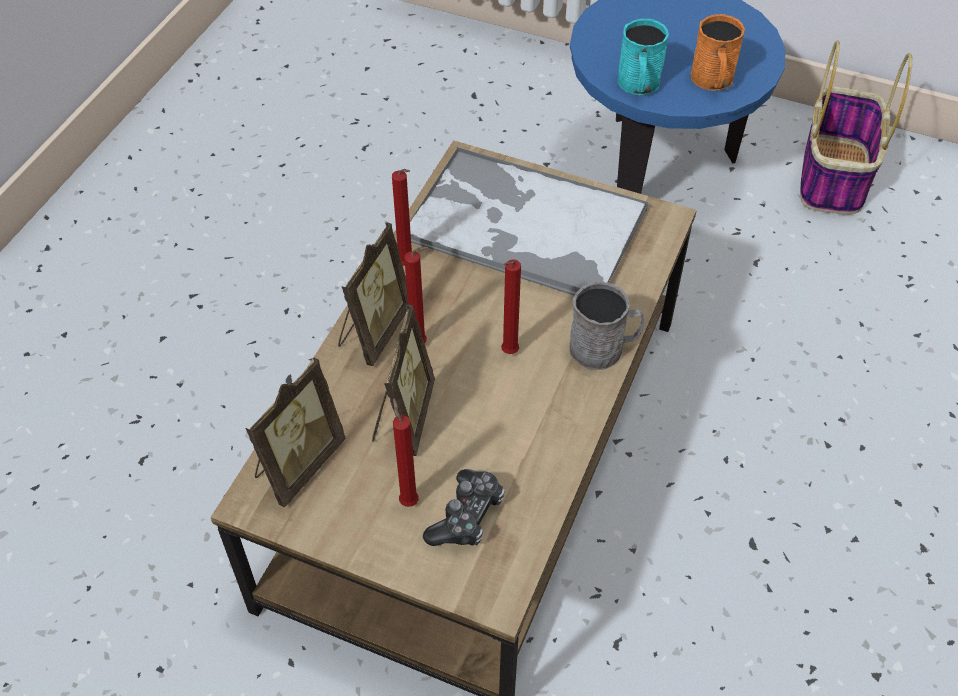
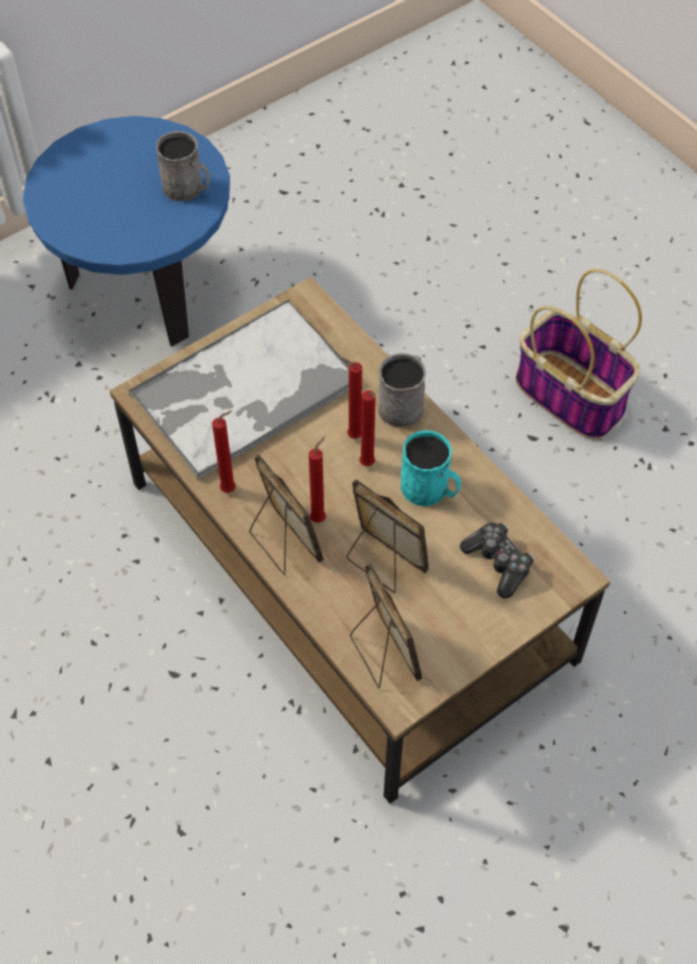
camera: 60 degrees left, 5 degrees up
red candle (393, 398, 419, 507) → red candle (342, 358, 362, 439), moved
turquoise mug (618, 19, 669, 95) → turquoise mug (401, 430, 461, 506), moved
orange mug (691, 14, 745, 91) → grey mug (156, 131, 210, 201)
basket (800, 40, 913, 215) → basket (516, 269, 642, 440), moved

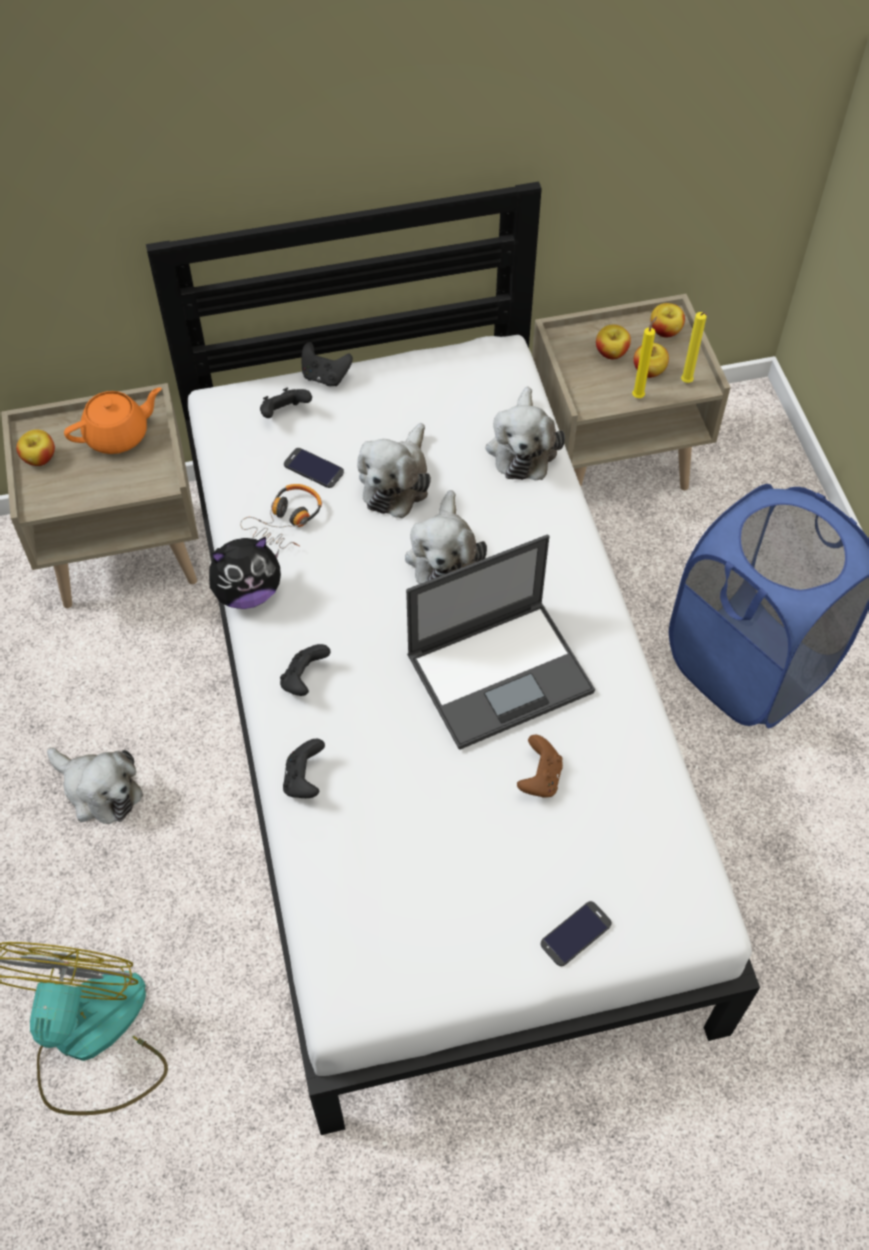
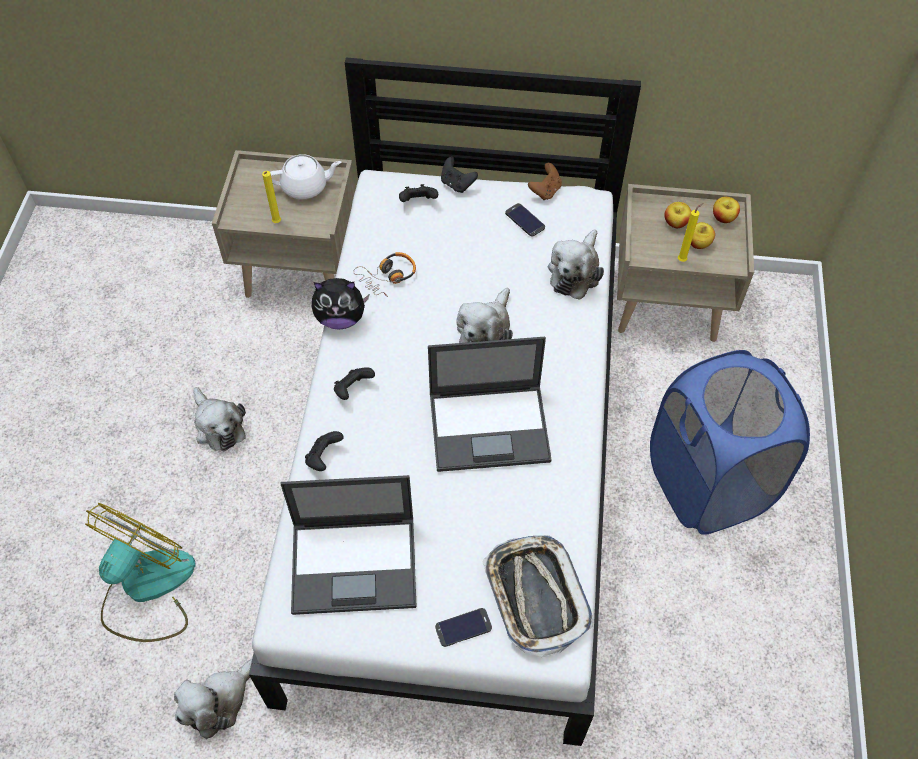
camera: 20 degrees right, 0 degrees up
apple (16, 429, 55, 466) → -
orange teapot (64, 387, 162, 454) → white teapot (270, 154, 341, 199)
phone (284, 448, 344, 488) → phone (505, 203, 545, 237), moved
plush toy (357, 423, 431, 518) → plush toy (174, 659, 252, 739), moved
brown game controller (517, 735, 563, 798) → brown game controller (528, 163, 562, 201), moved
yellow candle (681, 312, 708, 383) → yellow candle (262, 171, 281, 223), moved
- → laptop (280, 475, 417, 615)
- → tray (482, 535, 594, 657)

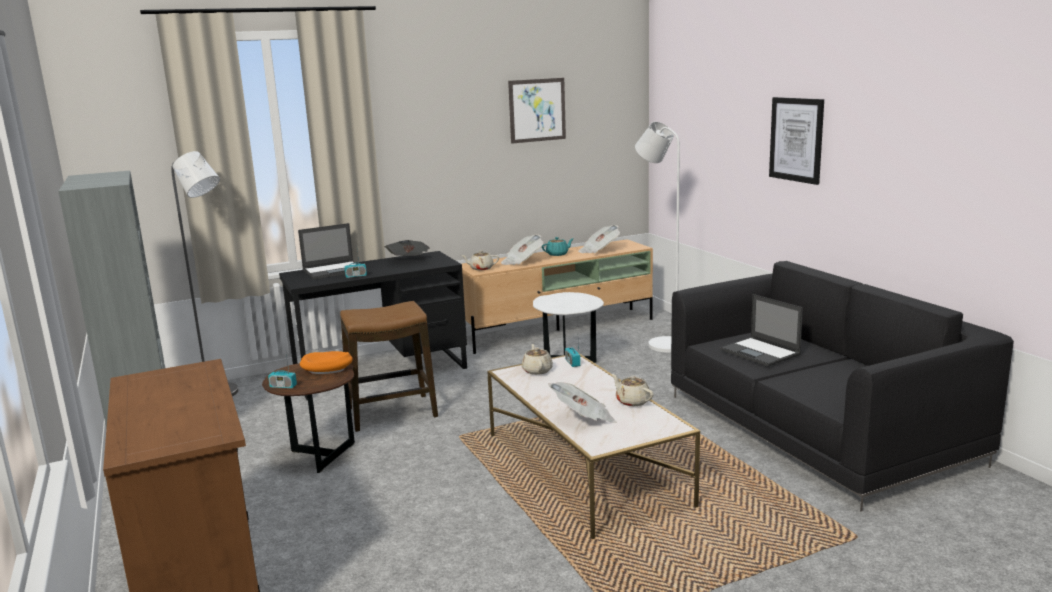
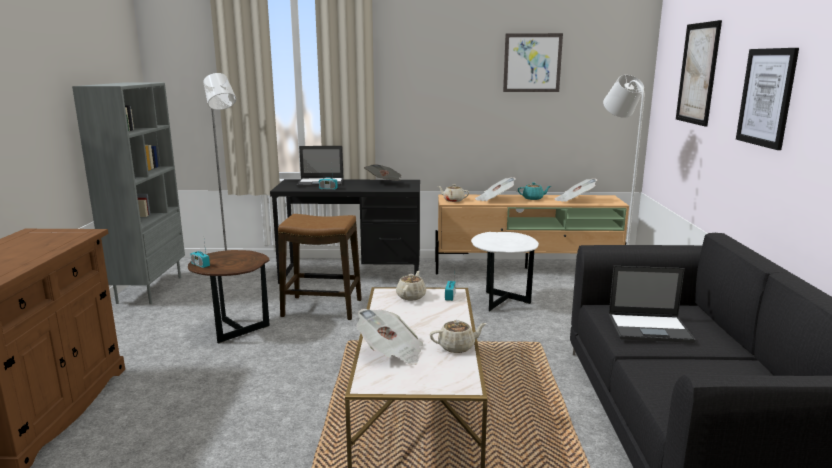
camera: 25 degrees right, 0 degrees up
orange bowl (300, 351, 353, 374) → -
beige teapot (612, 374, 654, 406) → beige teapot (430, 320, 487, 353), 90 degrees clockwise
laptop (720, 294, 803, 366) → laptop (608, 266, 696, 343), 75 degrees counterclockwise
- → picture (676, 20, 722, 127)

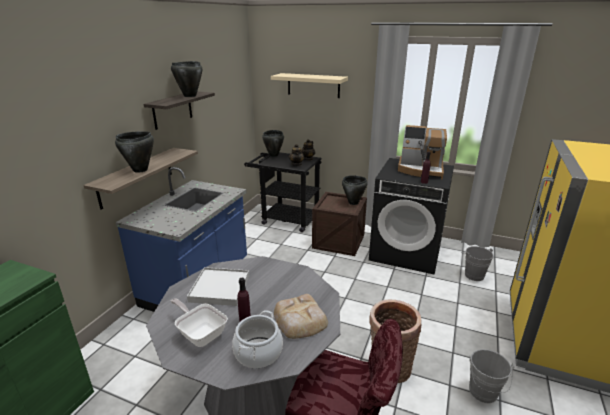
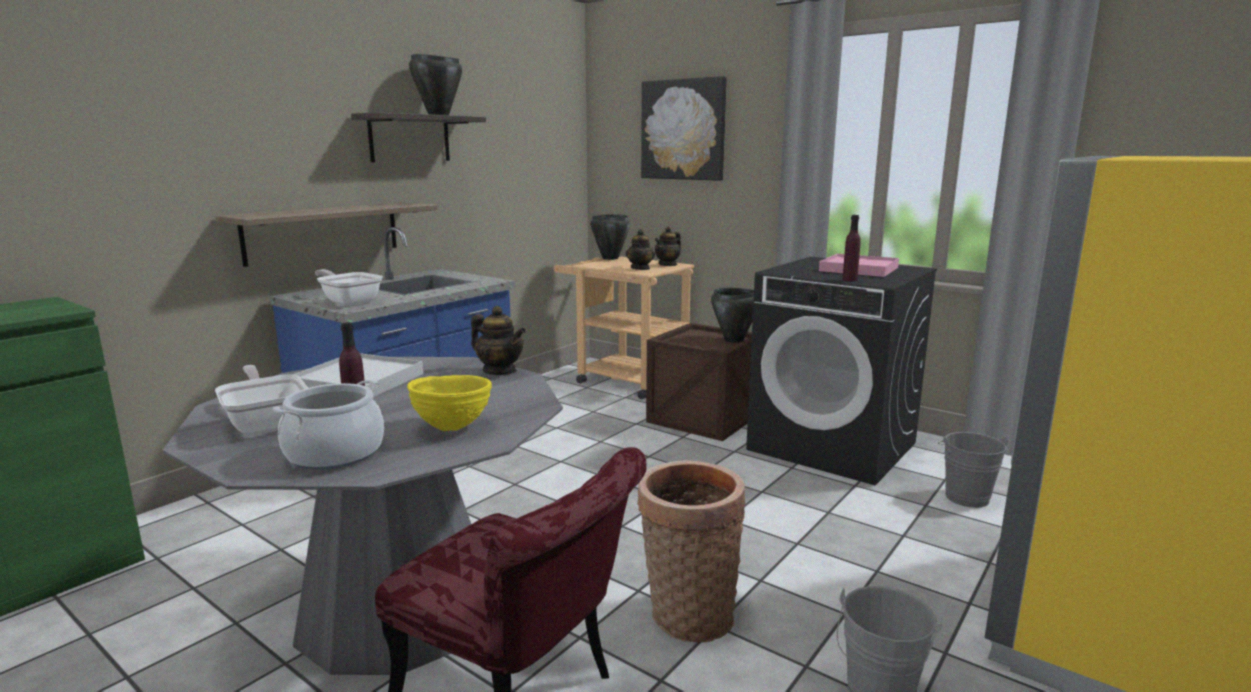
camera: 15 degrees right, 10 degrees down
black cooking pot (115, 132, 154, 173) → -
black cart (244, 152, 321, 232) → beige cart (554, 257, 694, 399)
beige shelf (271, 73, 348, 98) → picture (641, 76, 727, 181)
bread (274, 294, 328, 339) → yellow bowl (407, 375, 492, 431)
coffee machine (398, 125, 447, 180) → pink tray (819, 254, 899, 277)
- → frying pan (315, 269, 383, 306)
- → teapot (471, 306, 526, 375)

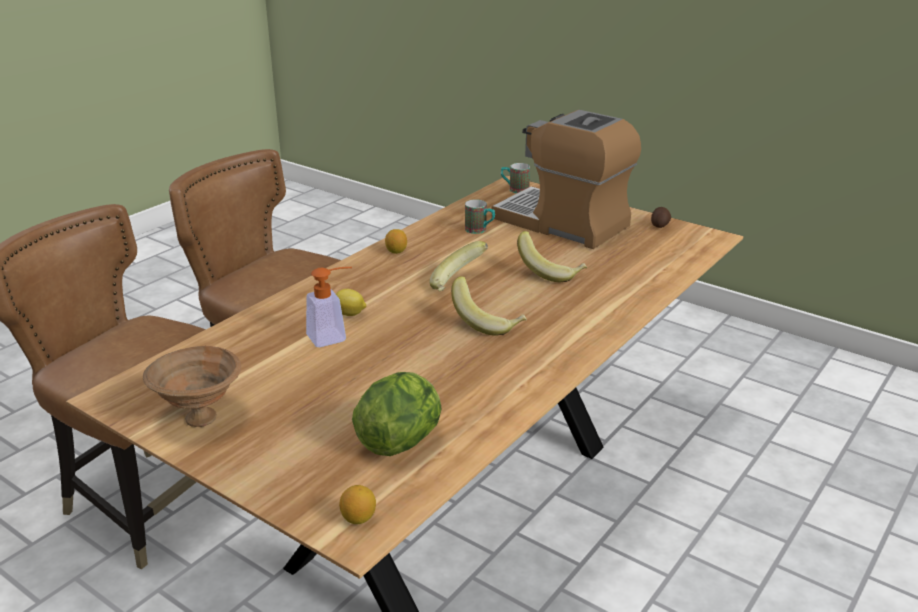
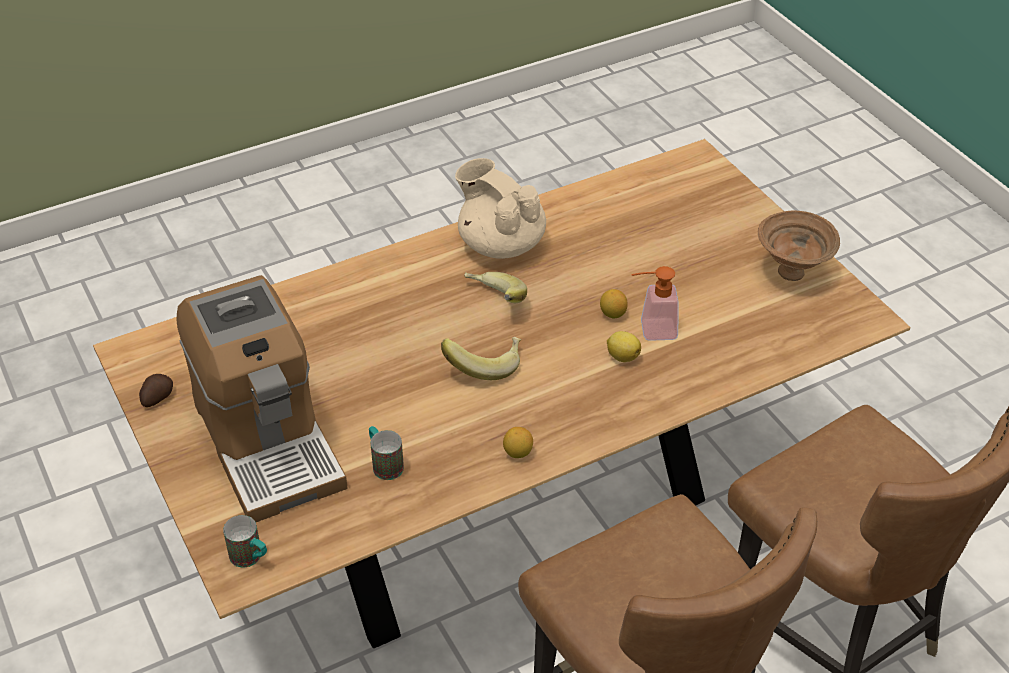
camera: 155 degrees left, 15 degrees up
lemon (339, 485, 376, 524) → lemon (600, 289, 628, 319), moved
lettuce (352, 372, 441, 456) → -
banana (517, 231, 587, 282) → -
- → beige teapot (455, 158, 546, 259)

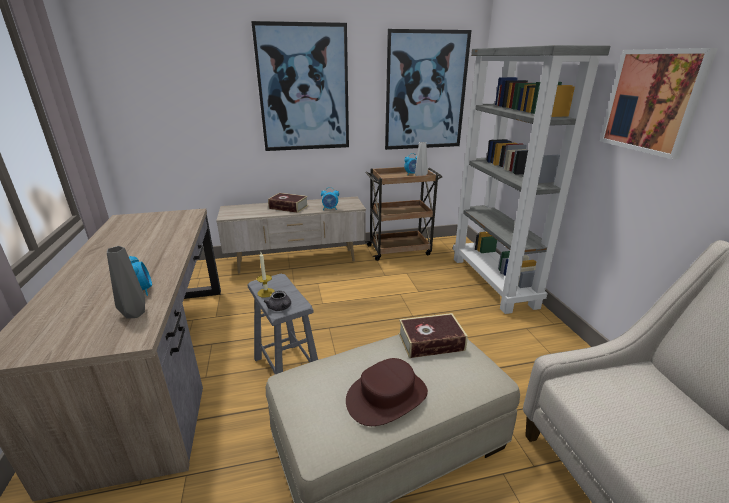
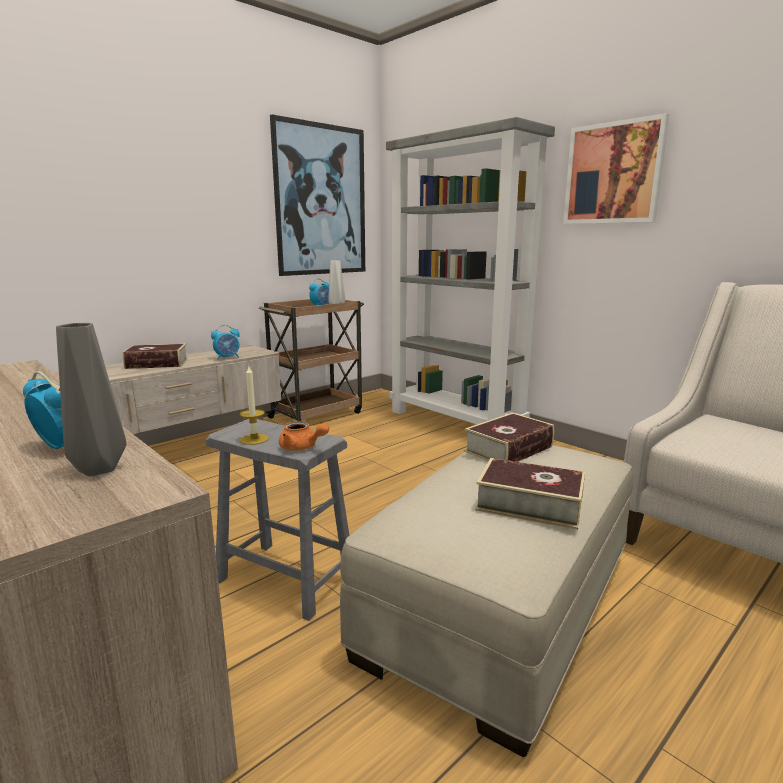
camera: 30 degrees left, 10 degrees down
picture (251, 21, 349, 151) → -
grey teapot (264, 291, 291, 311) → orange teapot (279, 421, 329, 451)
brown hat (346, 358, 428, 426) → book (475, 458, 585, 530)

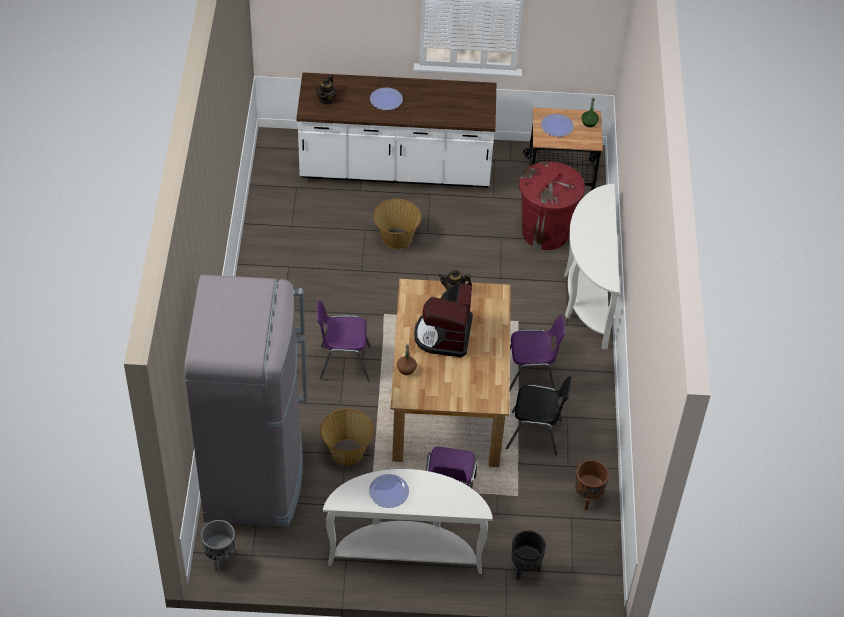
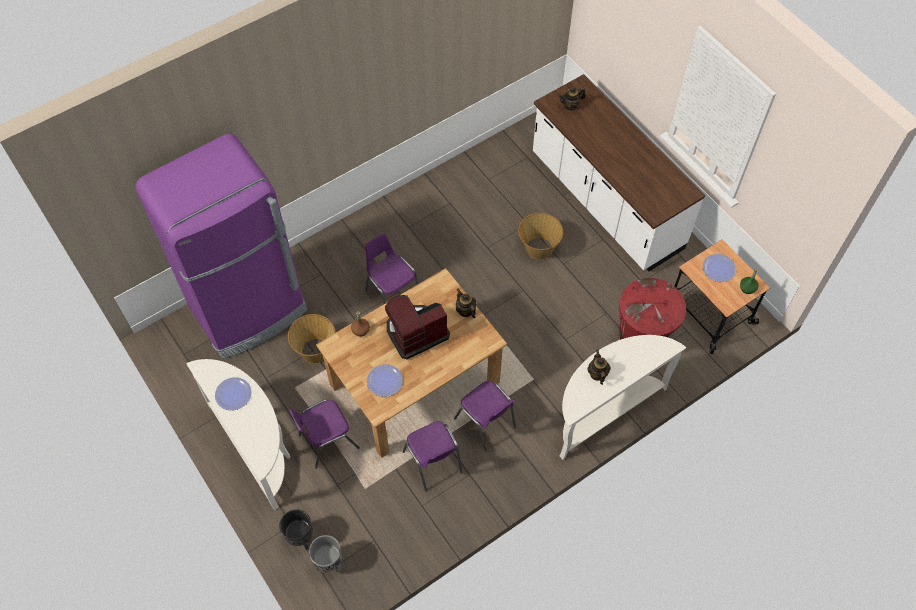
camera: 55 degrees right, 10 degrees up
grey fridge (185, 275, 307, 527) → purple fridge (136, 134, 307, 359)
grey planter (201, 520, 235, 572) → grey planter (309, 535, 342, 572), moved
plate (370, 88, 403, 110) → plate (367, 364, 403, 397), moved
black chair (506, 376, 572, 456) → purple chair (403, 421, 463, 491)
brown planter (575, 460, 609, 510) → -
- → teapot (587, 350, 611, 385)

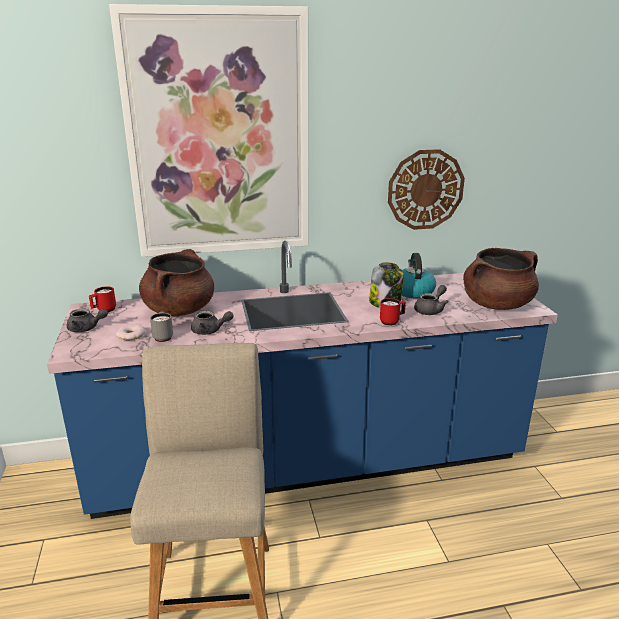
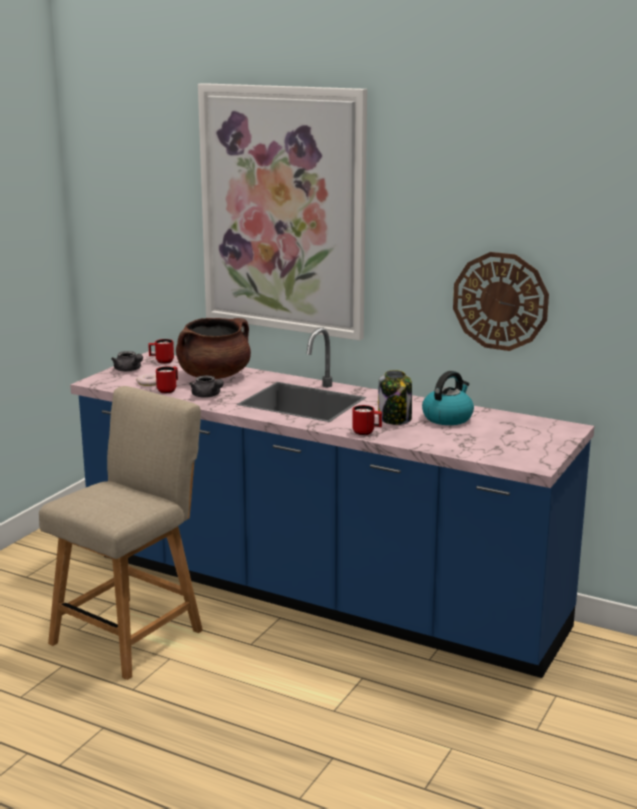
camera: 40 degrees right, 5 degrees down
grey mug (150, 312, 173, 342) → red mug (156, 366, 178, 393)
grey teapot (414, 285, 448, 315) → -
brown cooking pot (463, 248, 539, 310) → -

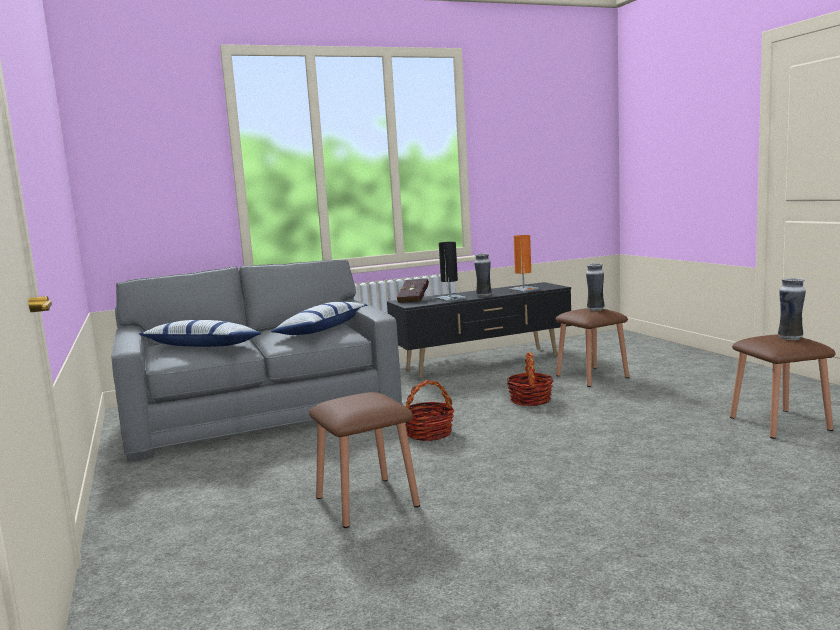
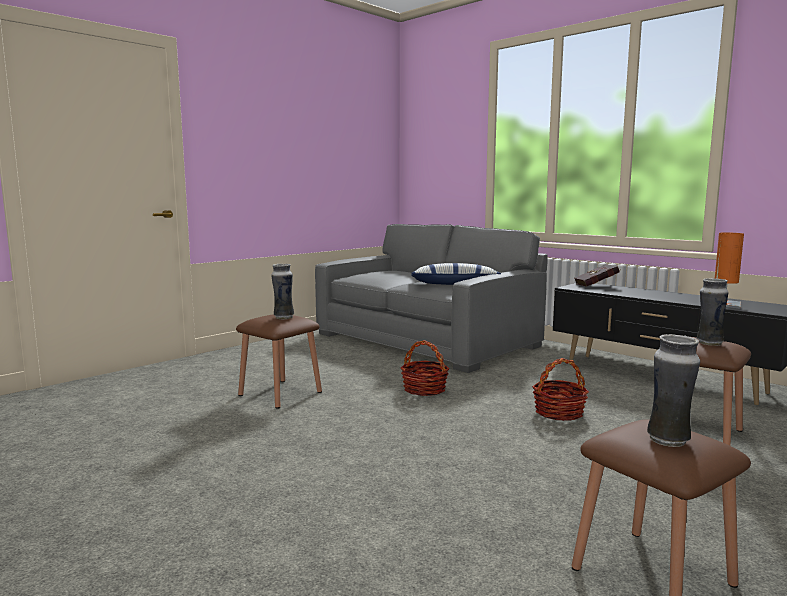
camera: 65 degrees right, 0 degrees up
pillow (139, 320, 261, 347) → -
black table lamp (435, 242, 466, 302) → -
vase (474, 253, 492, 297) → vase (271, 264, 294, 319), moved

